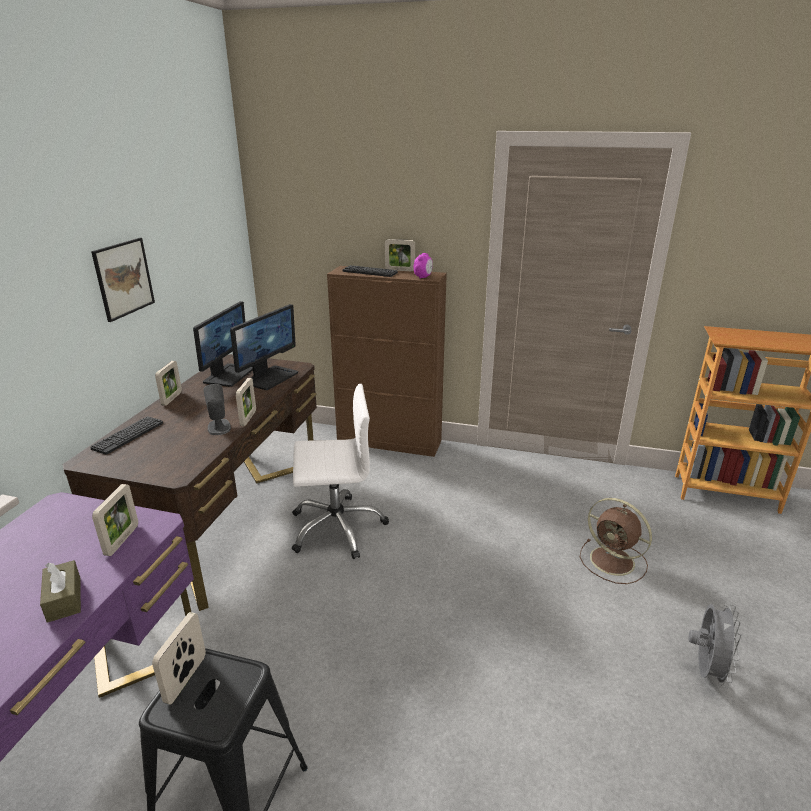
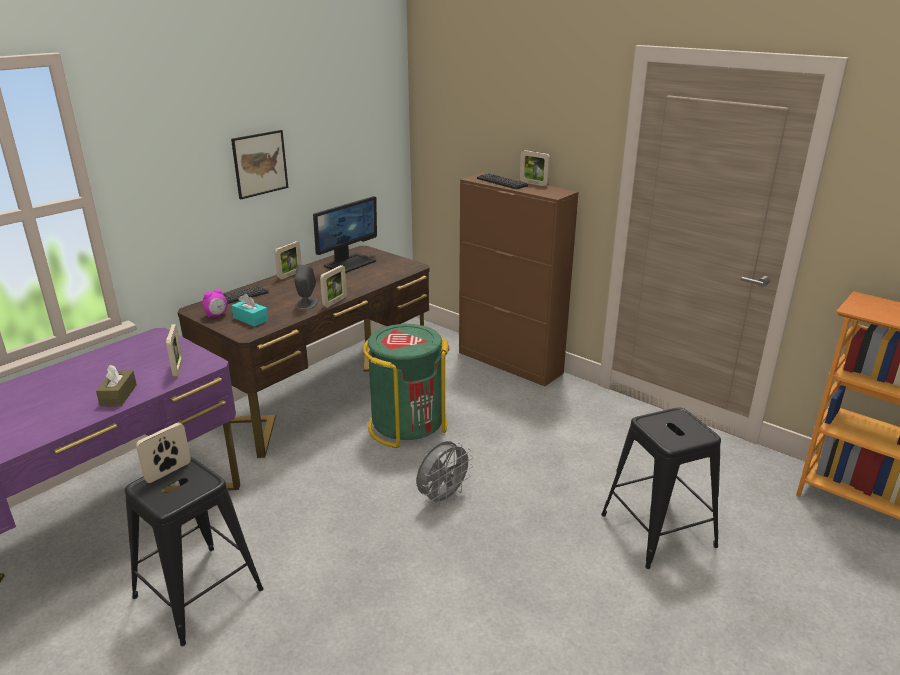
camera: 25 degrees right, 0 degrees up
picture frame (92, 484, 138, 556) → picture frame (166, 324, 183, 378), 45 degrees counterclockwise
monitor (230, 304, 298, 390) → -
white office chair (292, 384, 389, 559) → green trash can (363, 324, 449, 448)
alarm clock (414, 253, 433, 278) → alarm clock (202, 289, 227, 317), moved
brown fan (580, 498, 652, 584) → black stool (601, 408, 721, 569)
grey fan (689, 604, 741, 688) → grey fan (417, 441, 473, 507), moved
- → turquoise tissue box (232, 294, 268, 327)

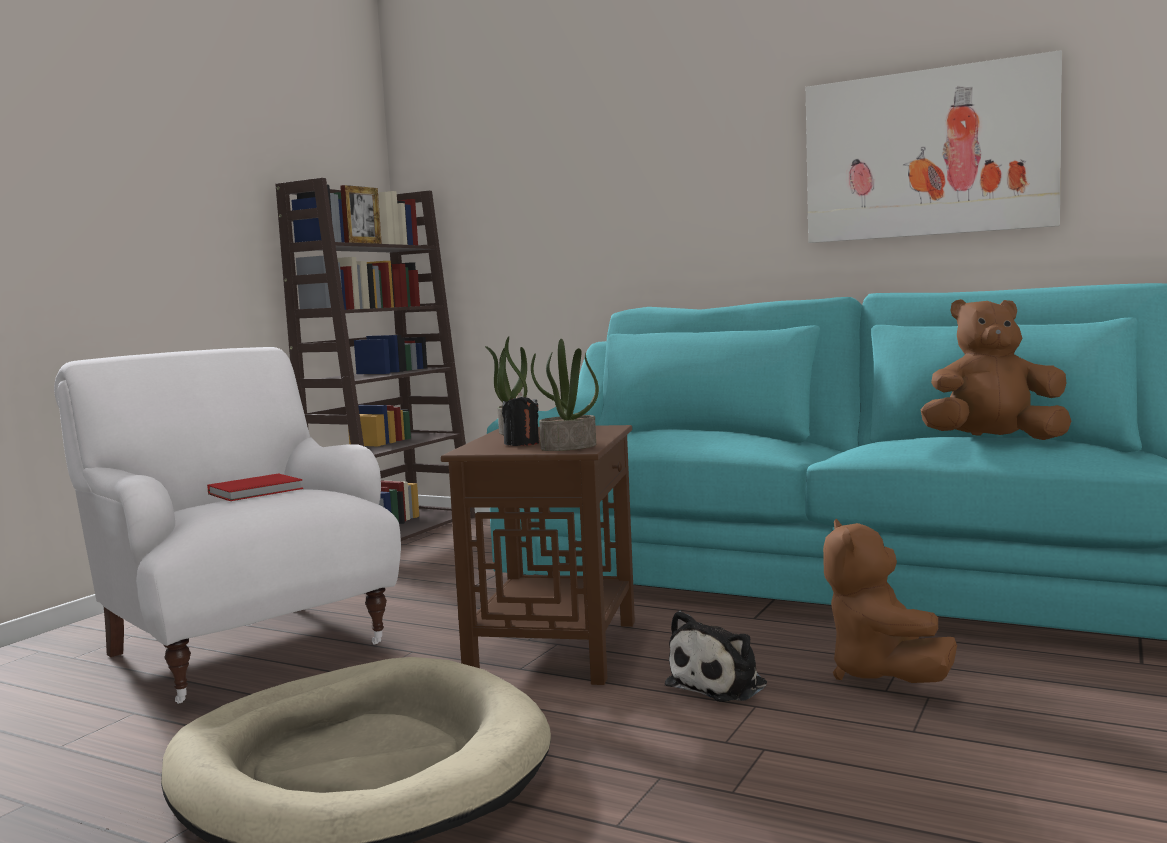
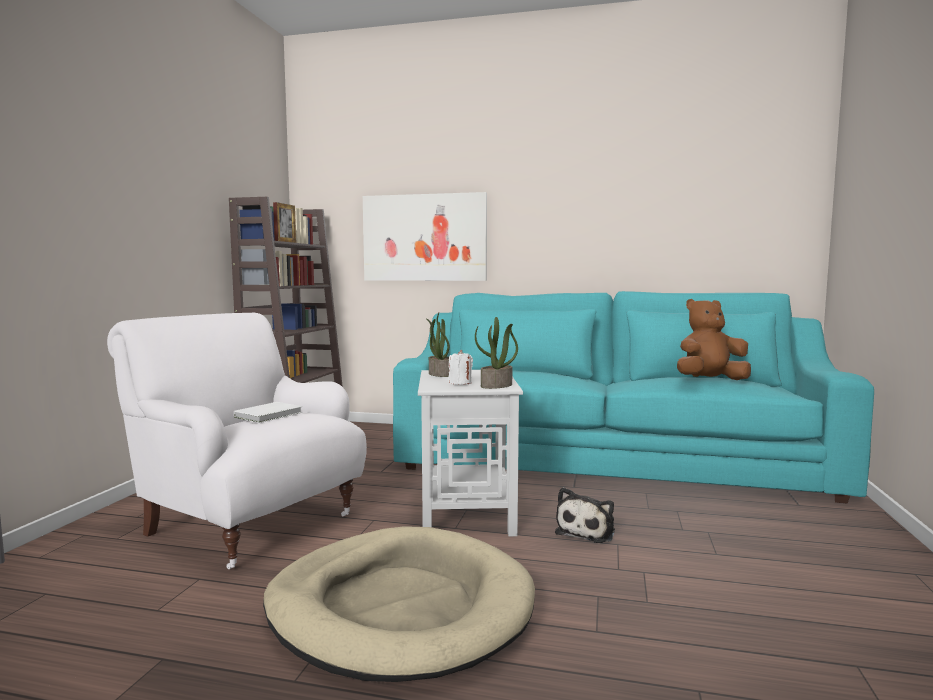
camera: 15 degrees left, 0 degrees up
red book (207, 473, 303, 501) → white book (234, 402, 302, 423)
brown side table (441, 425, 635, 685) → white side table (418, 370, 523, 536)
black candle (502, 392, 539, 446) → white candle (448, 350, 473, 385)
picture (806, 50, 1062, 243) → picture (363, 192, 487, 281), moved
brown plush toy (823, 519, 957, 683) → -

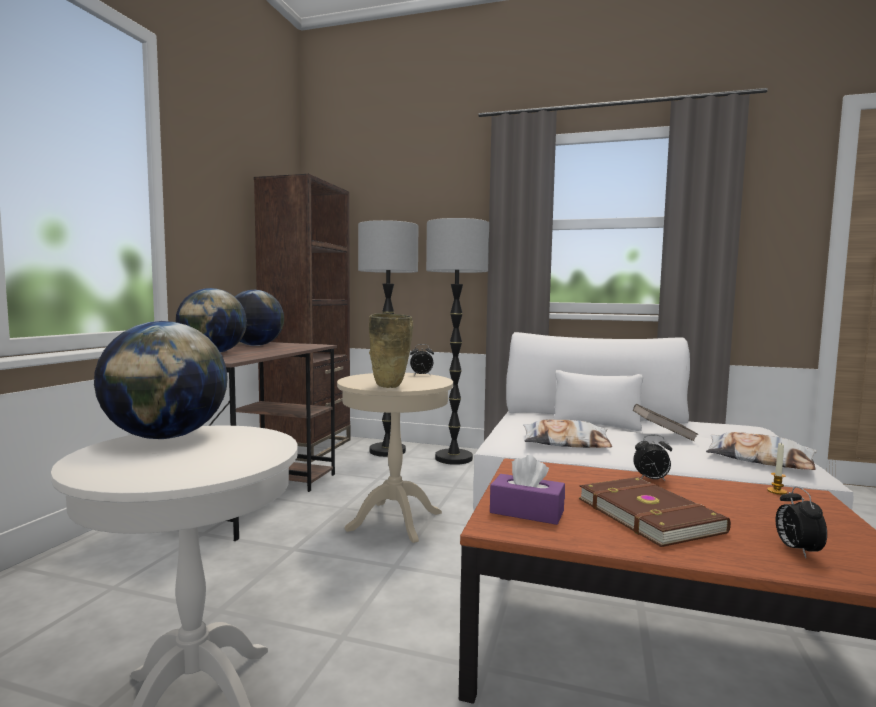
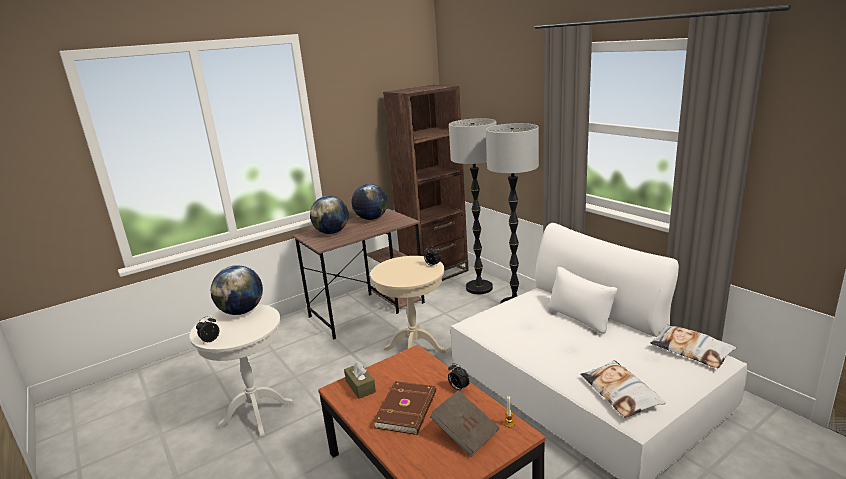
camera: 40 degrees right, 15 degrees up
beige vase (369, 313, 413, 388) → -
purple tissue box (490, 455, 565, 525) → brown tissue box (344, 361, 376, 399)
pillow (523, 420, 612, 448) → pillow (650, 325, 736, 369), moved
brown book (633, 404, 698, 442) → brown book (430, 390, 499, 457), moved
alarm clock (776, 486, 827, 558) → alarm clock (196, 316, 219, 343), moved

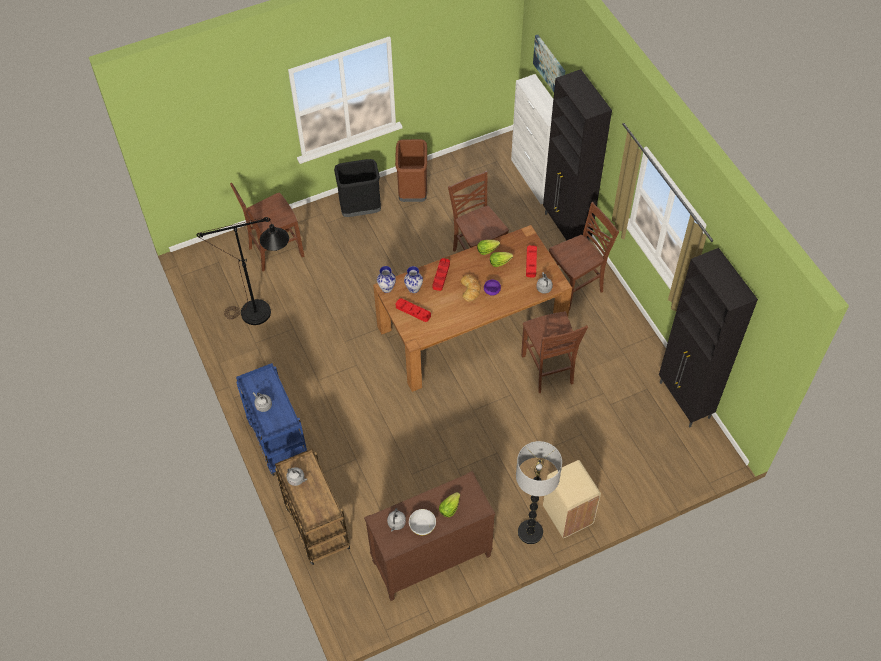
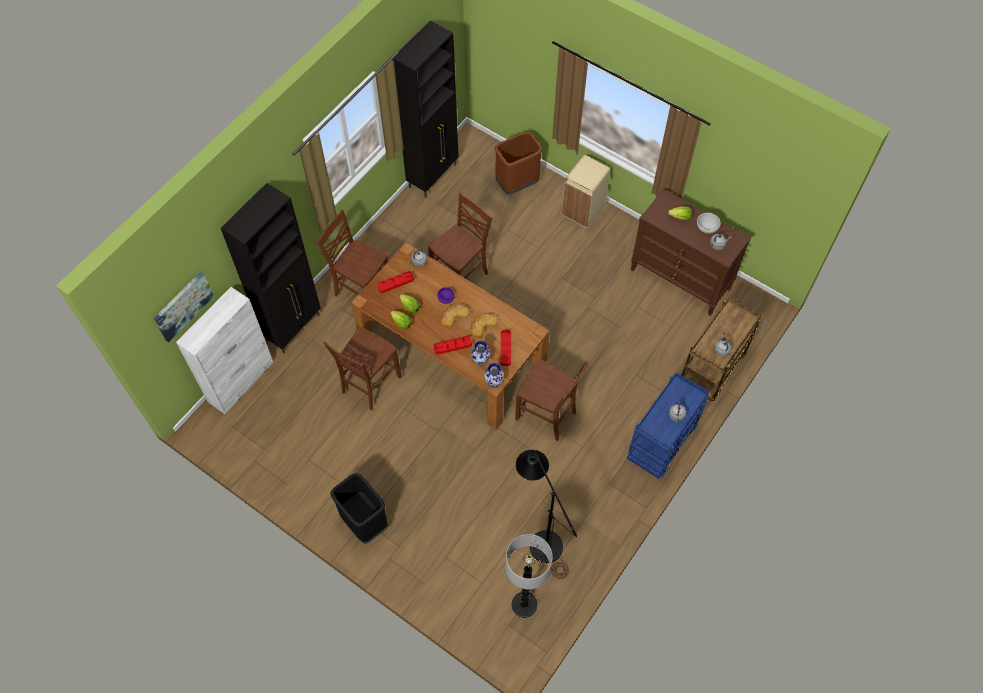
camera: 120 degrees left, 5 degrees up
brown chair (230, 183, 304, 271) → brown chair (515, 359, 589, 441), moved
brown trash can (395, 139, 427, 202) → brown trash can (494, 132, 542, 194), moved
floor lamp (516, 441, 562, 544) → floor lamp (506, 534, 553, 618), moved
- → bread (470, 313, 498, 337)

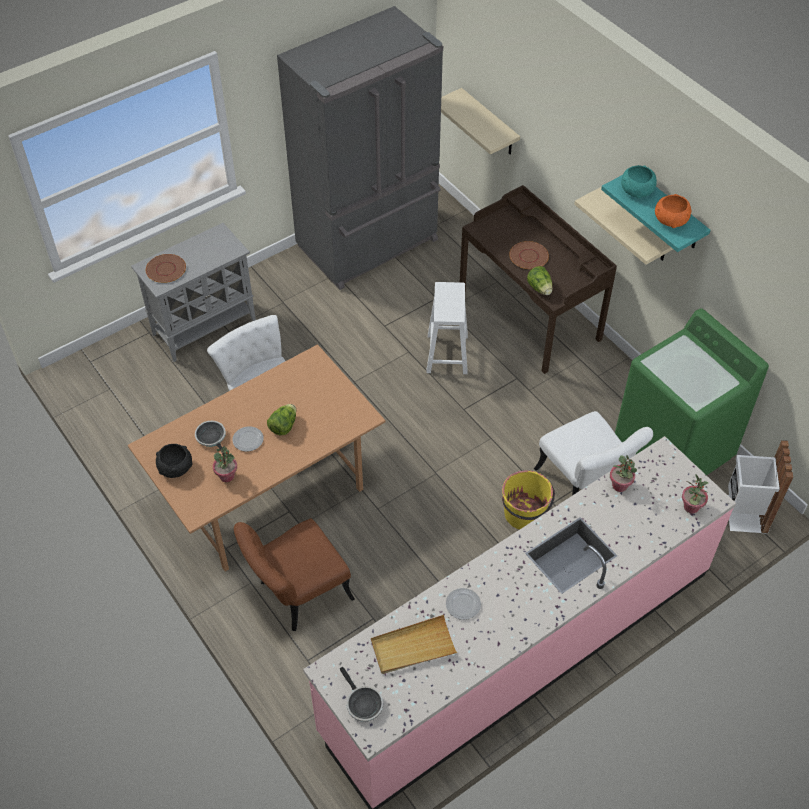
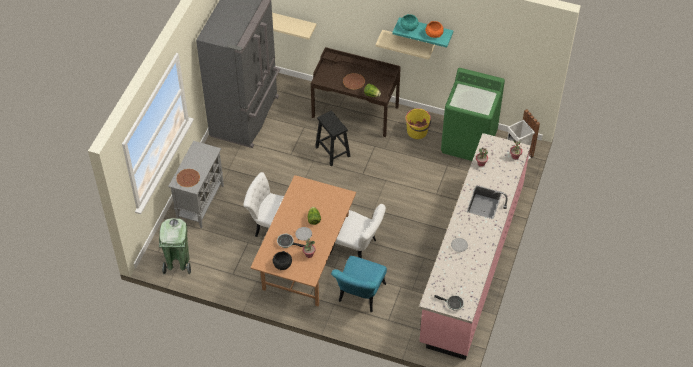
camera: 35 degrees left, 0 degrees up
brown chair (234, 518, 355, 631) → turquoise chair (331, 256, 387, 312)
beige tray (371, 615, 458, 674) → -
white stool (426, 282, 468, 374) → black stool (315, 111, 351, 166)
yellow bucket (502, 470, 555, 530) → yellow bucket (405, 108, 431, 139), moved
white chair (534, 411, 653, 496) → white chair (330, 204, 386, 258), moved
- → green trash can (159, 218, 191, 274)

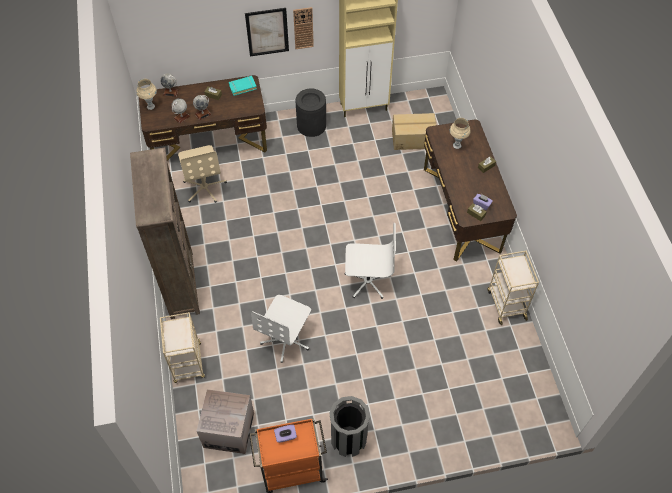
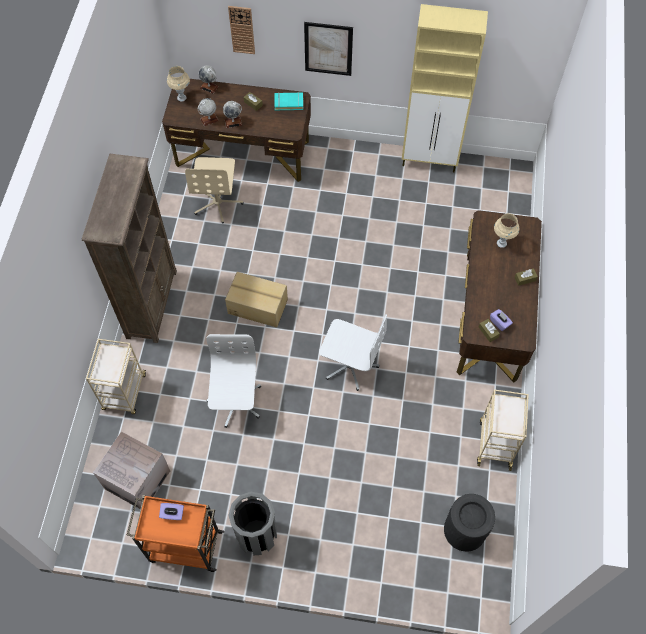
camera: 20 degrees right, 5 degrees up
white office chair (251, 295, 311, 363) → white office chair (206, 334, 261, 428), 135 degrees clockwise
wall clock (293, 7, 314, 49) → wall clock (228, 6, 255, 54), moved
black trash can (296, 88, 326, 137) → black trash can (444, 494, 495, 551), moved
cardboard box (392, 113, 436, 150) → cardboard box (225, 272, 288, 328), moved

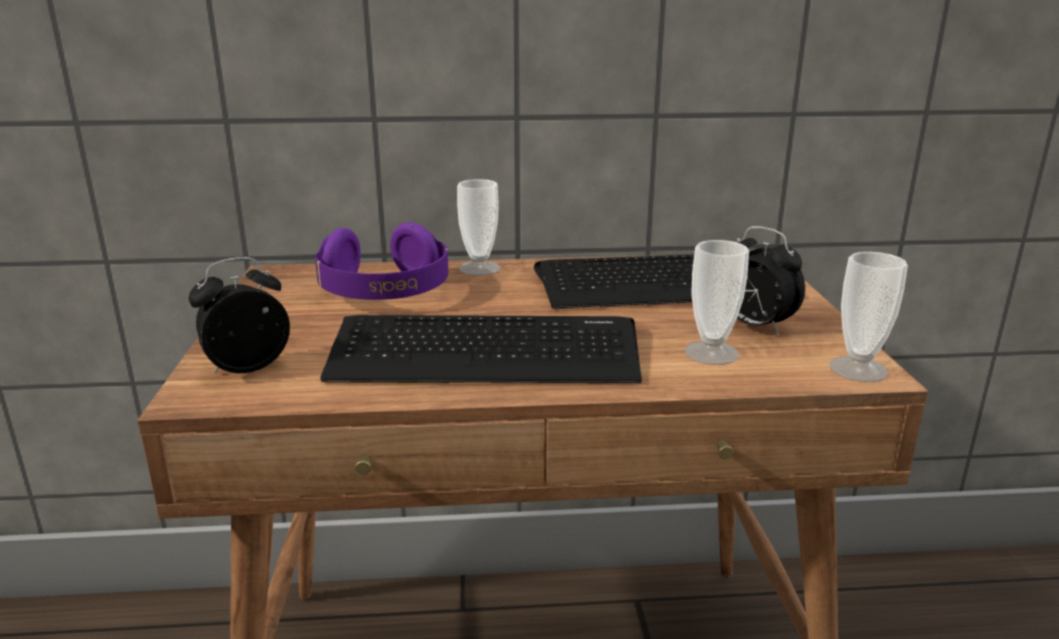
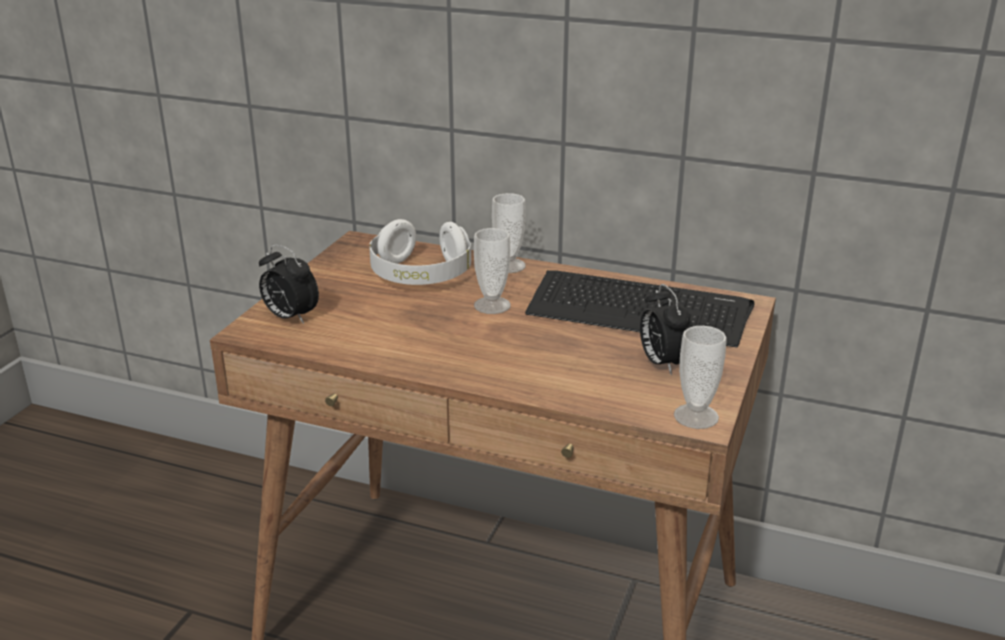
camera: 25 degrees right, 5 degrees up
alarm clock (188, 257, 290, 374) → alarm clock (259, 245, 319, 324), 135 degrees counterclockwise
purple headphones (315, 222, 448, 300) → white headphones (369, 219, 471, 285)
keyboard (320, 315, 642, 383) → -
cup (685, 240, 749, 365) → cup (474, 228, 511, 314), moved

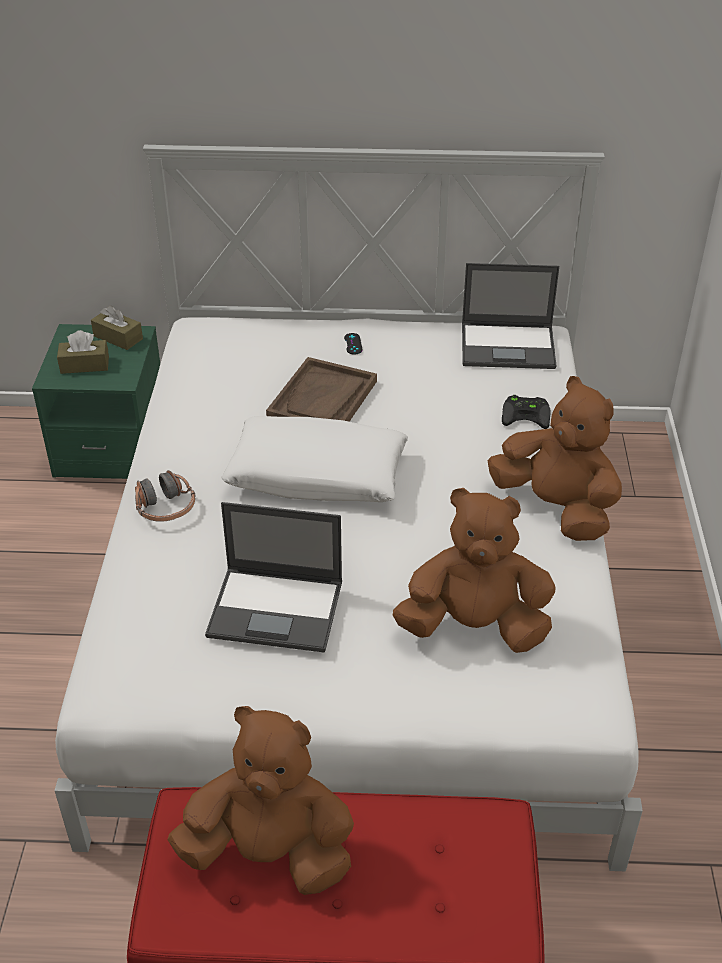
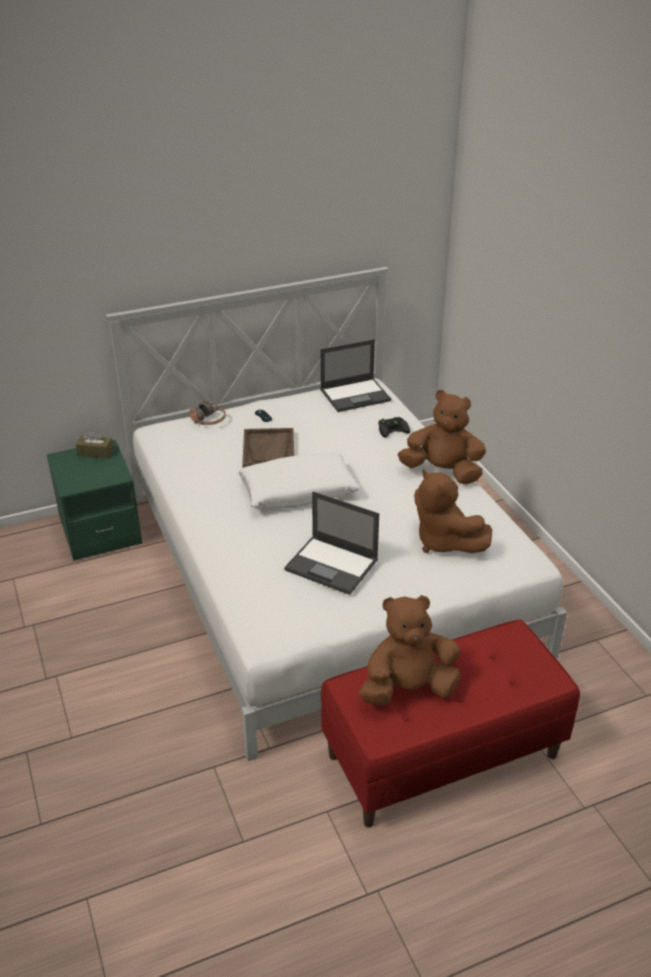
camera: 25 degrees left, 5 degrees down
brown tissue box (57, 330, 109, 374) → -
headphones (135, 470, 196, 522) → headphones (189, 401, 226, 425), moved
laptop (205, 502, 342, 653) → laptop (284, 491, 379, 595), 45 degrees clockwise
brown plush toy (393, 488, 556, 653) → brown plush toy (414, 469, 492, 553), 105 degrees counterclockwise

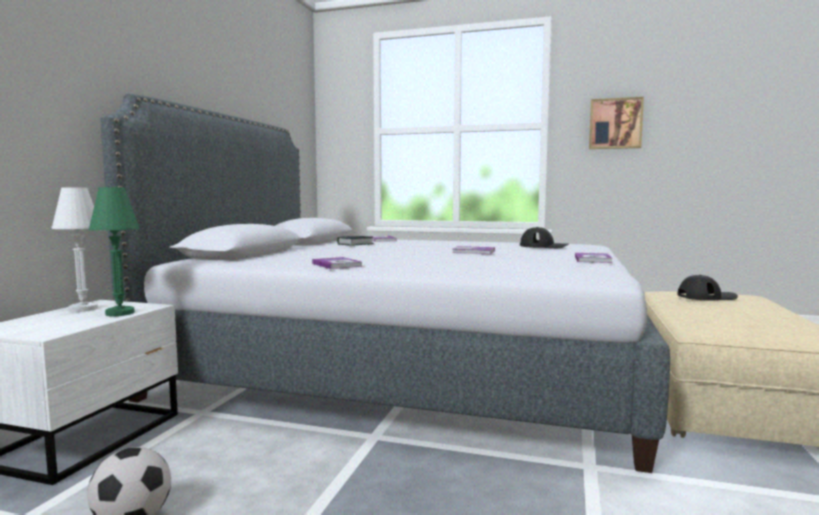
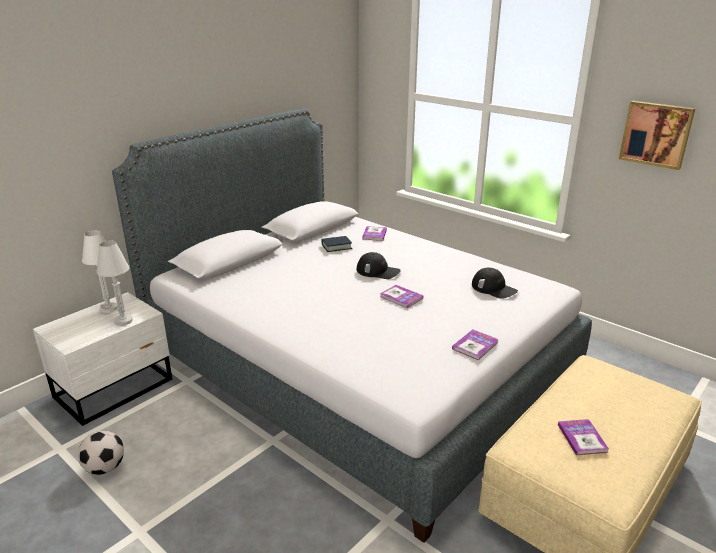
camera: 25 degrees right, 20 degrees up
green table lamp (89, 187, 139, 316) → white table lamp (97, 240, 133, 326)
book (312, 257, 363, 269) → book (558, 419, 609, 455), moved
black cap (677, 275, 738, 301) → black cap (357, 252, 401, 279), moved

